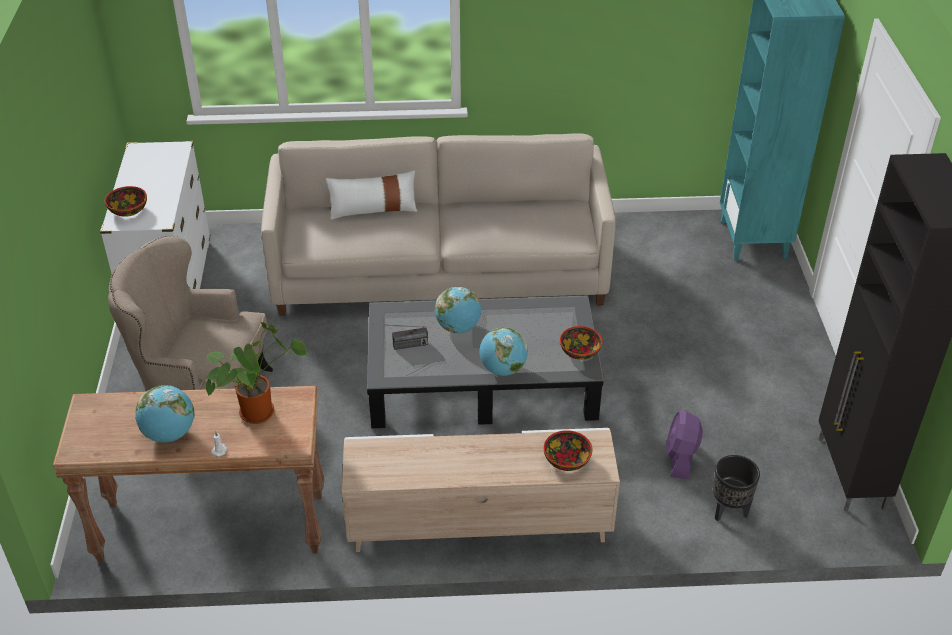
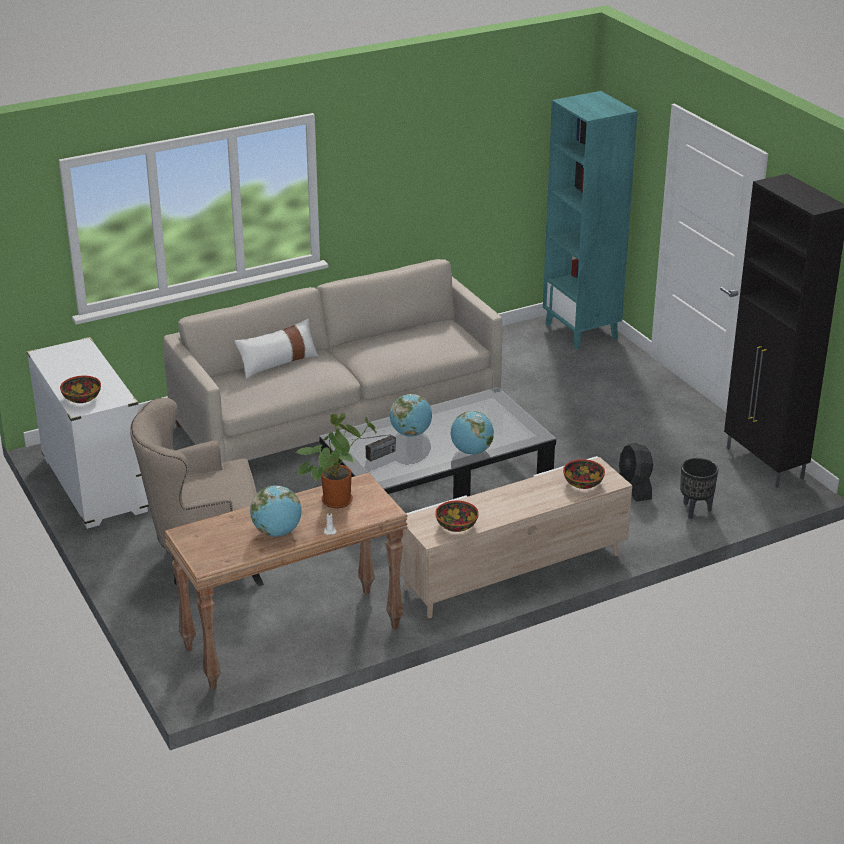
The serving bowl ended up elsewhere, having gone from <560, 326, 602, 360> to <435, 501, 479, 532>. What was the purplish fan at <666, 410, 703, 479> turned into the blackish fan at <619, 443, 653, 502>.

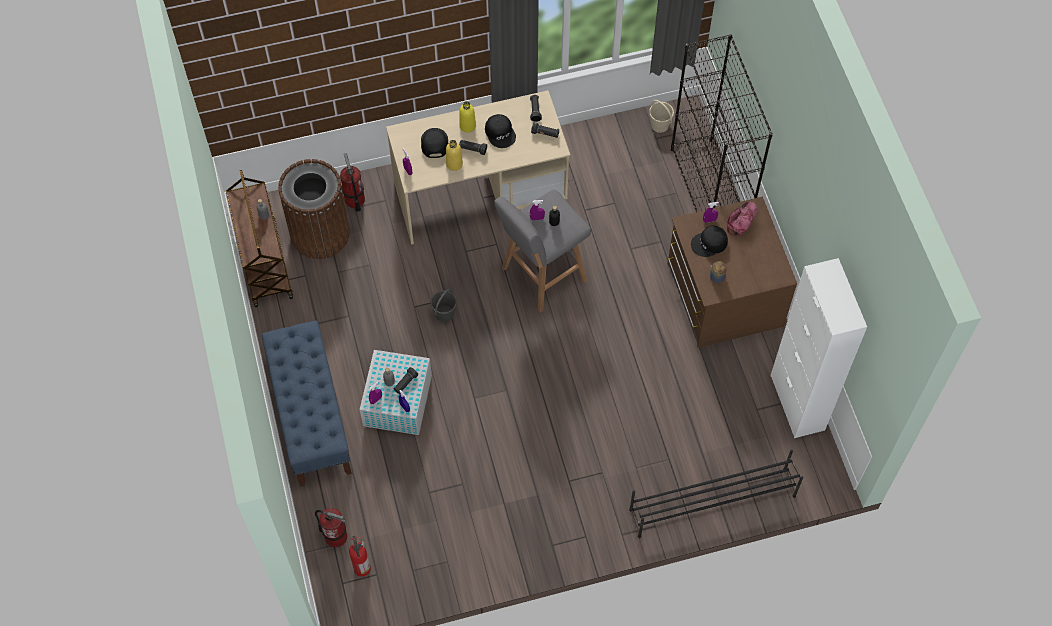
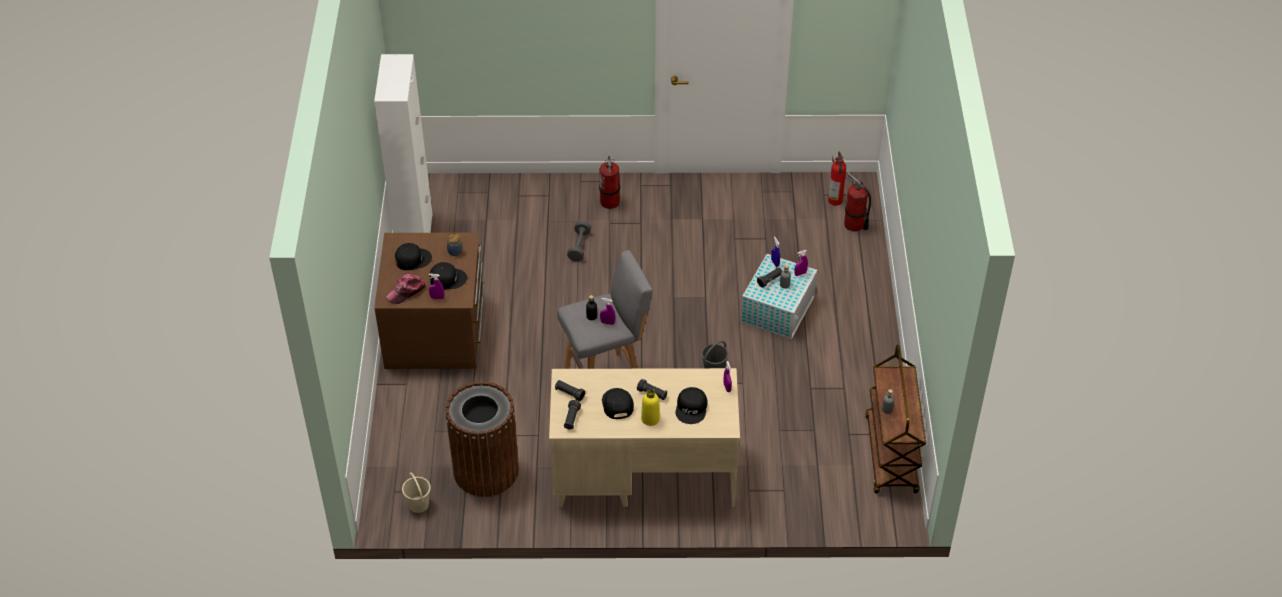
The second view gained the blackish baseball cap at <395, 243, 432, 270>. The brownish rubbish bin ended up elsewhere, having gone from <278, 159, 350, 259> to <445, 381, 519, 497>. The second view gained the grey dumbbell at <567, 221, 591, 261>. The fire-fighting cylinder ended up elsewhere, having gone from <340, 153, 365, 212> to <599, 156, 620, 209>. The second view lost the blue-coloured indoor bench at <262, 321, 352, 487>. The second view lost the yellow-coloured drink bottle at <446, 140, 463, 171>. The second view lost the blackish shoe rack at <629, 450, 803, 538>. The second view lost the blackish bookshelf at <671, 34, 773, 212>.

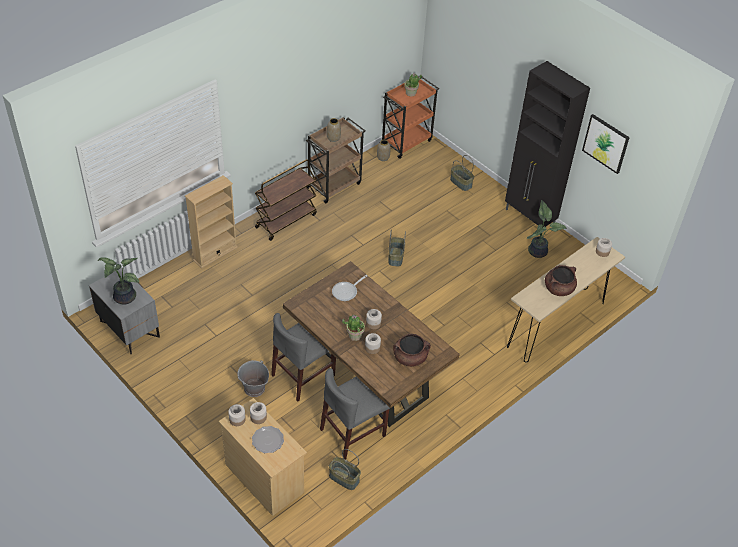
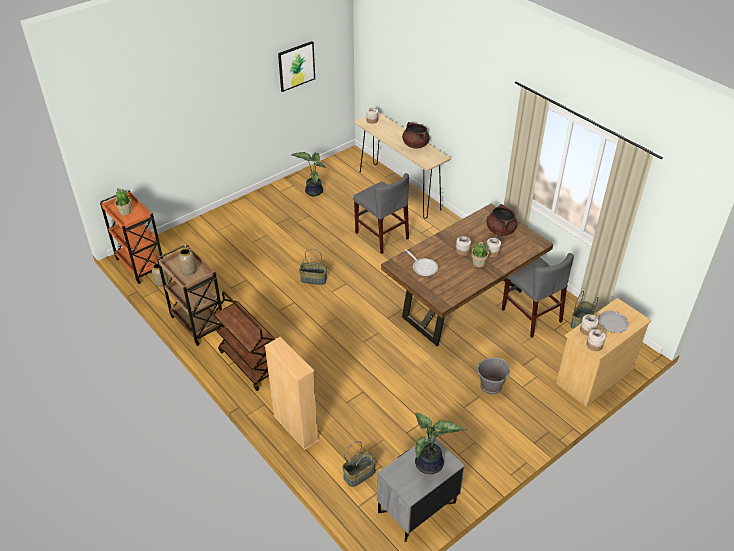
The household basket ended up elsewhere, having gone from <450, 155, 474, 191> to <342, 441, 376, 487>. The grey upright chair ended up elsewhere, having gone from <271, 313, 336, 401> to <353, 173, 409, 254>. The second view lost the blackish storage cabinet at <505, 61, 590, 227>.

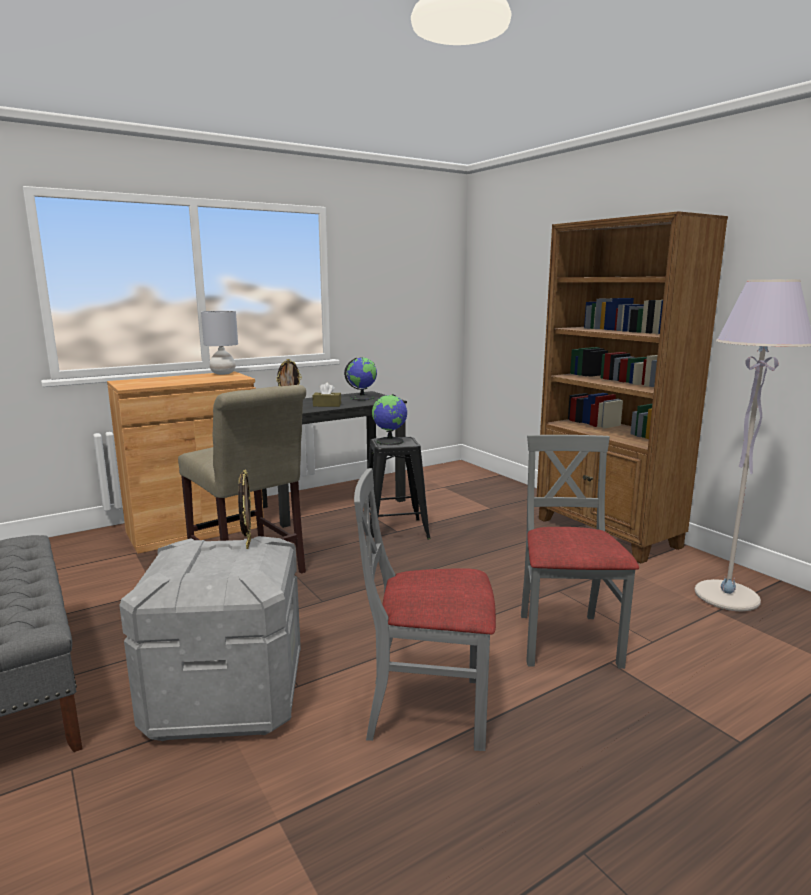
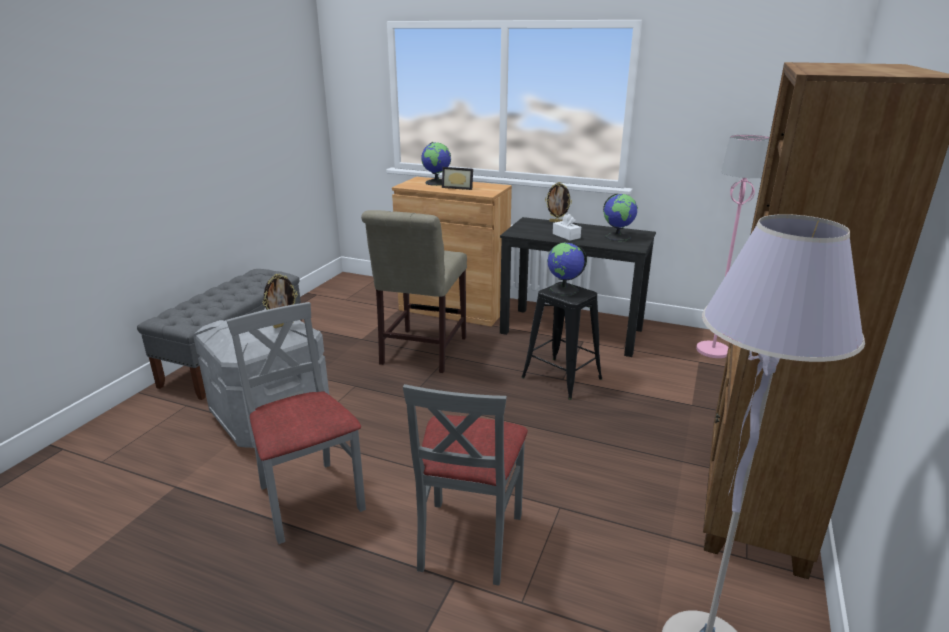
The grey upright chair at <521, 435, 639, 669> ended up facing another way, 135 degrees clockwise from before. The second view gained the world globe at <421, 142, 451, 186>. The second view gained the standing frame at <442, 167, 473, 190>. What was the brownish box of tissues at <313, 383, 341, 407> turned into the white box of tissues at <553, 214, 581, 241>. The second view gained the pink-coloured standing lamp at <696, 134, 770, 358>. The second view lost the grey tabletop lamp at <201, 311, 238, 375>.

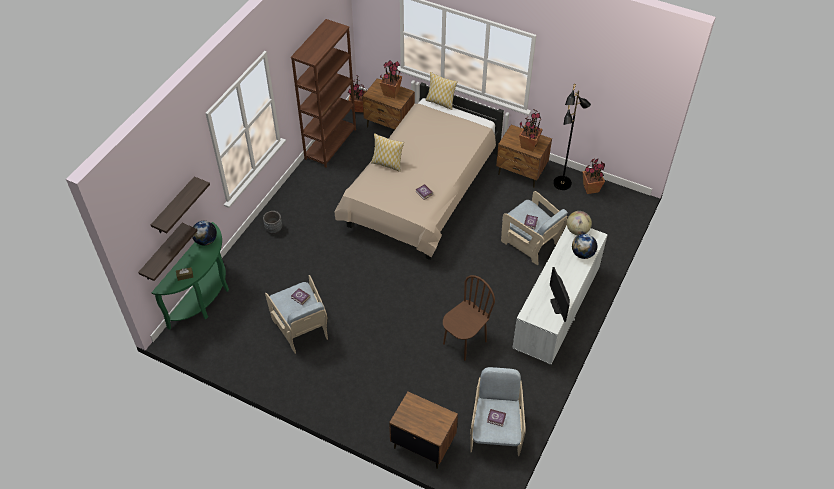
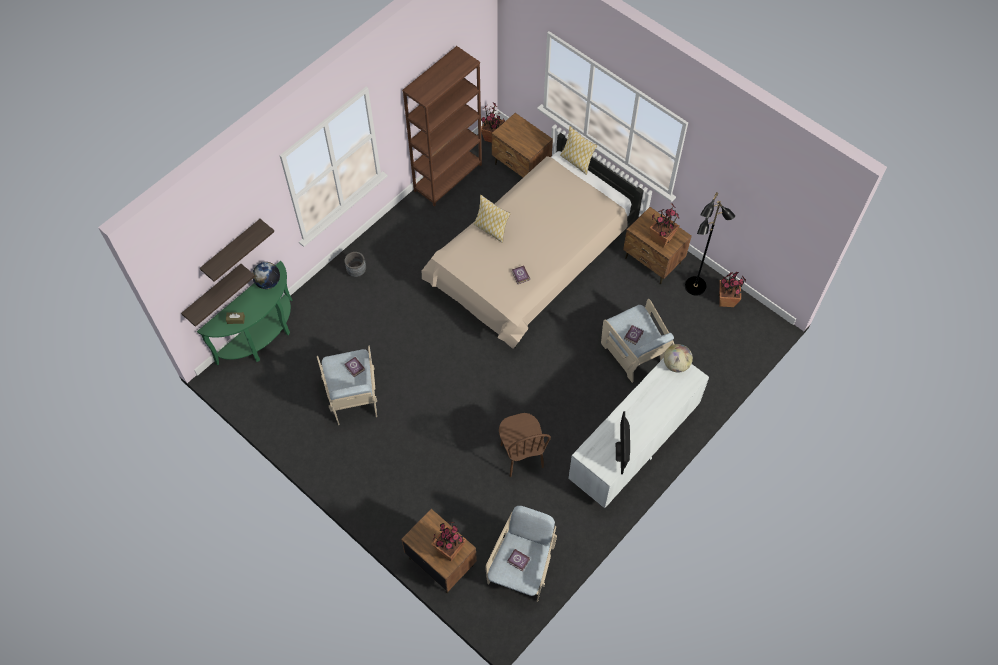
The houseplant ended up elsewhere, having gone from <380, 60, 402, 98> to <431, 522, 466, 561>. The brownish upright chair at <443, 275, 495, 361> ended up facing another way, 105 degrees clockwise from before. The second view lost the world globe at <572, 234, 597, 259>.

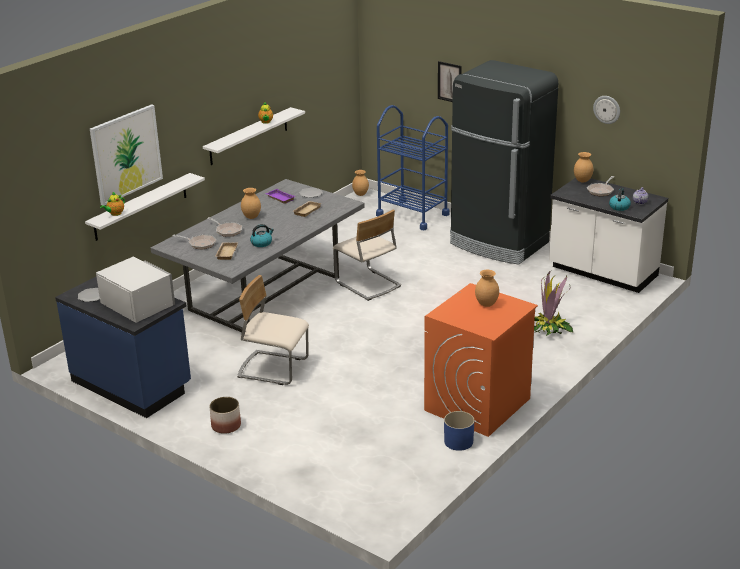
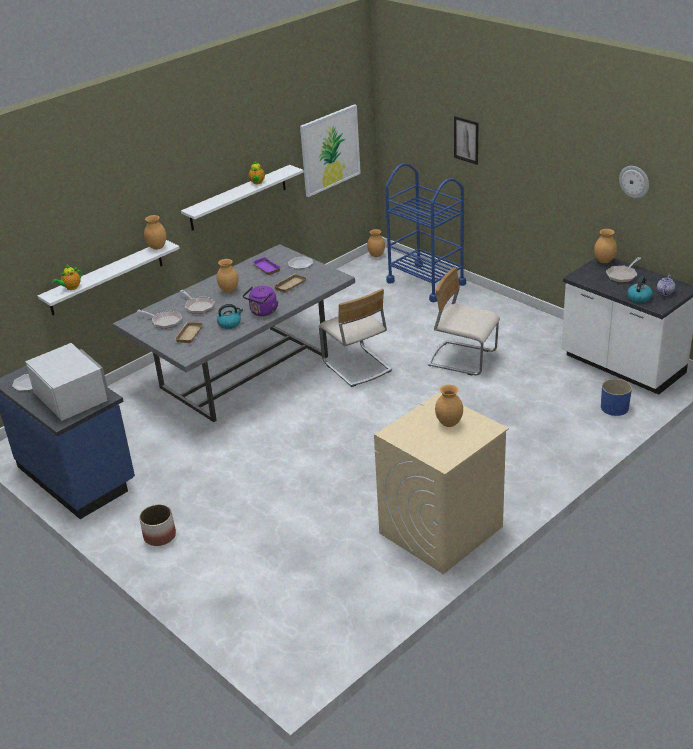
The second view gained the brownish vase at <144, 215, 167, 250>. The second view gained the purplish tea kettle at <243, 286, 278, 316>. The wall art ended up elsewhere, having gone from <90, 104, 163, 205> to <300, 104, 361, 197>. What was the orangey washing machine at <424, 283, 538, 437> turned into the beige washing machine at <374, 393, 509, 574>. The beige upright chair ended up elsewhere, having gone from <237, 275, 309, 385> to <428, 267, 500, 376>. The blue-coloured plant pot ended up elsewhere, having gone from <444, 411, 474, 451> to <601, 379, 632, 416>. The second view lost the blackish fridge at <450, 60, 558, 265>. The second view lost the houseplant at <534, 271, 574, 336>.

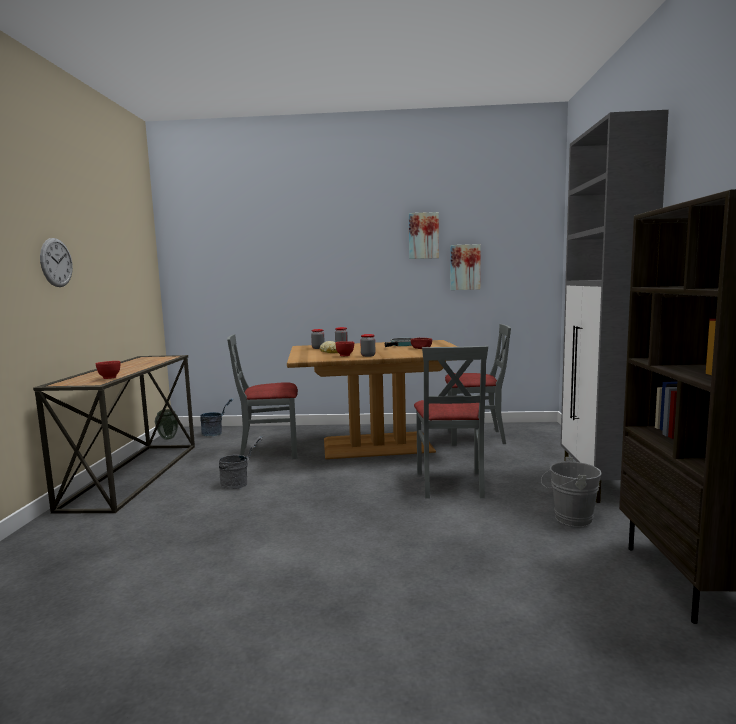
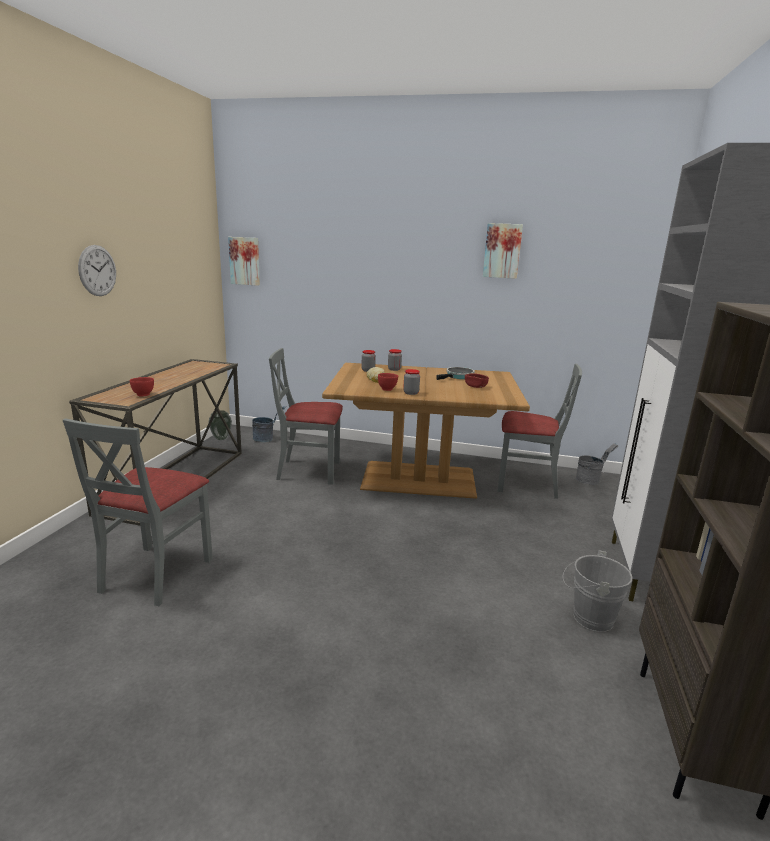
The grey upright chair ended up elsewhere, having gone from <414, 346, 488, 499> to <63, 418, 213, 606>. The wall art ended up elsewhere, having gone from <450, 244, 481, 290> to <228, 237, 260, 286>. The grey pail ended up elsewhere, having gone from <219, 436, 263, 489> to <576, 443, 619, 485>.

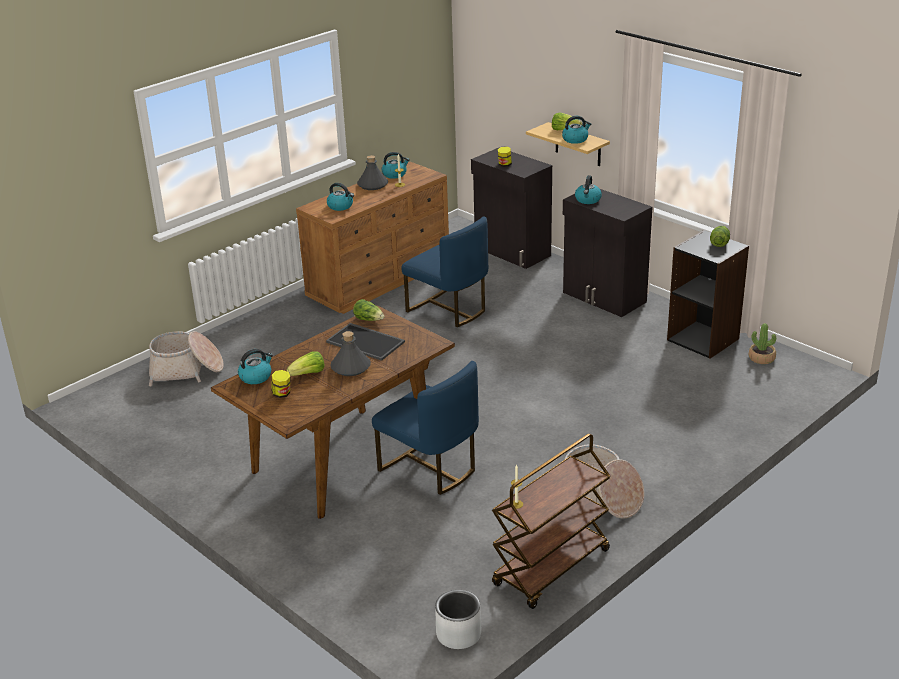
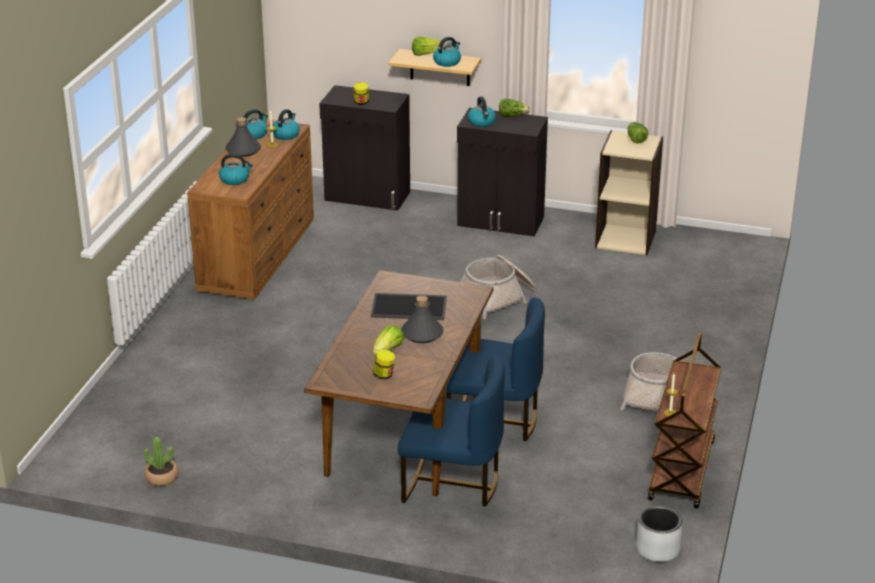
The houseplant ended up elsewhere, having gone from <749, 323, 776, 364> to <143, 437, 178, 486>. The tea kettle ended up elsewhere, having gone from <238, 349, 273, 384> to <273, 109, 300, 140>. The blue-coloured upright chair ended up elsewhere, having gone from <402, 216, 488, 327> to <398, 355, 505, 507>. The household basket ended up elsewhere, having gone from <149, 331, 224, 386> to <460, 255, 537, 319>. The lettuce head ended up elsewhere, having gone from <353, 299, 384, 321> to <499, 99, 530, 117>. What was the blackish bookshelf at <667, 230, 749, 359> turned into the beige bookshelf at <595, 130, 663, 255>.

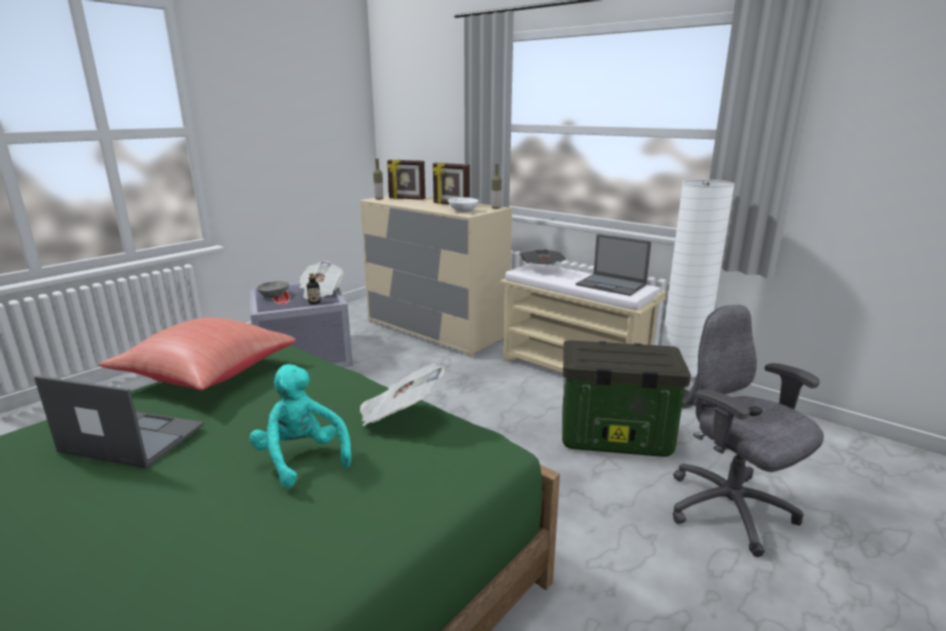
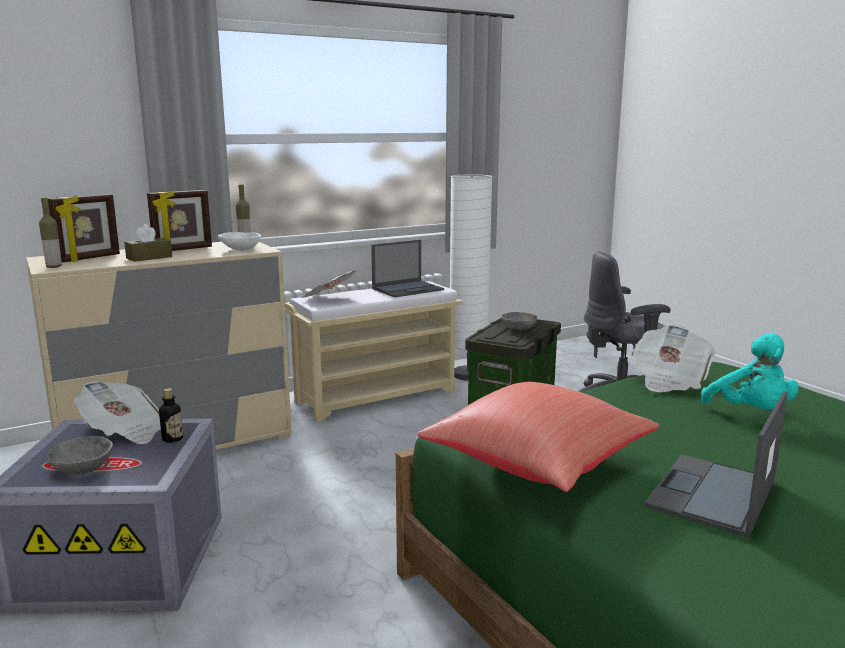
The second view gained the brownish box of tissues at <124, 224, 172, 262>. The second view gained the grey serving bowl at <501, 312, 538, 330>. The turquoise cuddly toy at <250, 364, 352, 488> ended up facing another way, 90 degrees counterclockwise from before.

